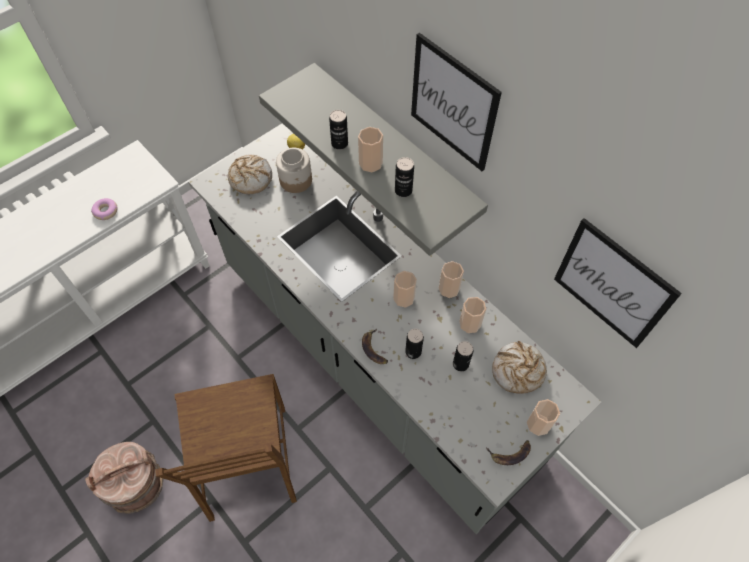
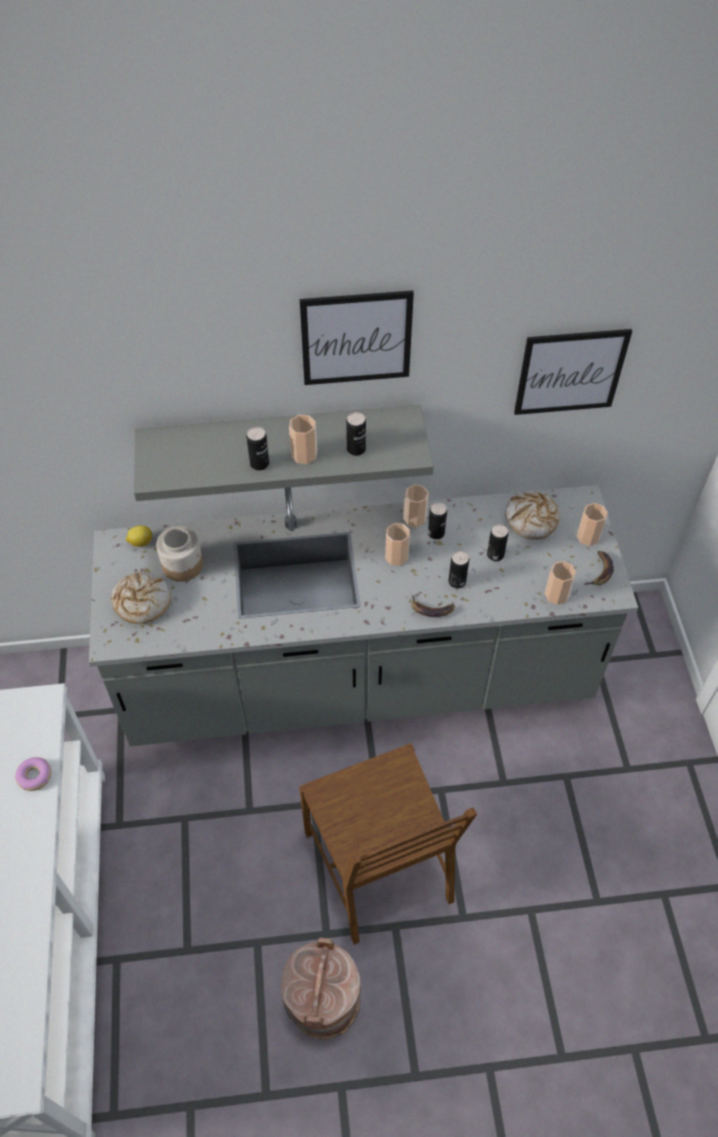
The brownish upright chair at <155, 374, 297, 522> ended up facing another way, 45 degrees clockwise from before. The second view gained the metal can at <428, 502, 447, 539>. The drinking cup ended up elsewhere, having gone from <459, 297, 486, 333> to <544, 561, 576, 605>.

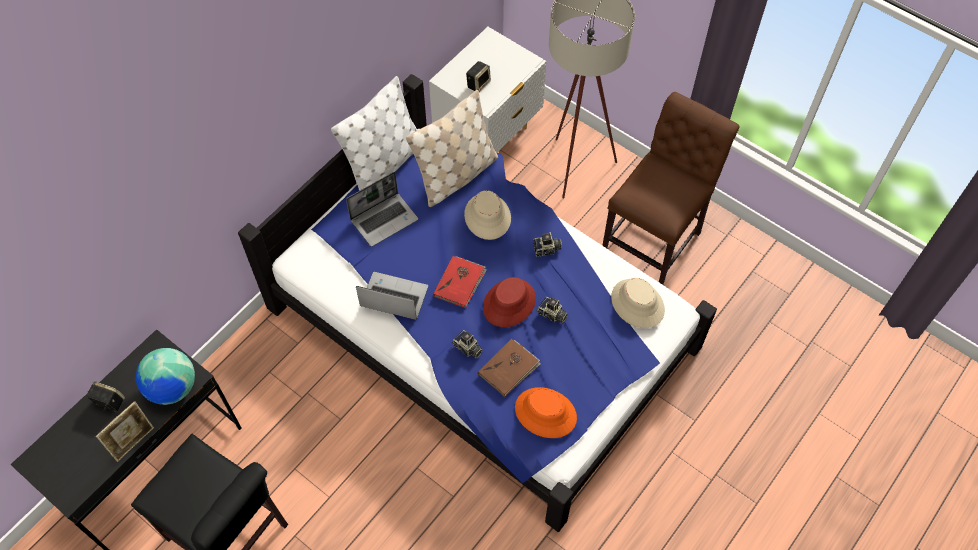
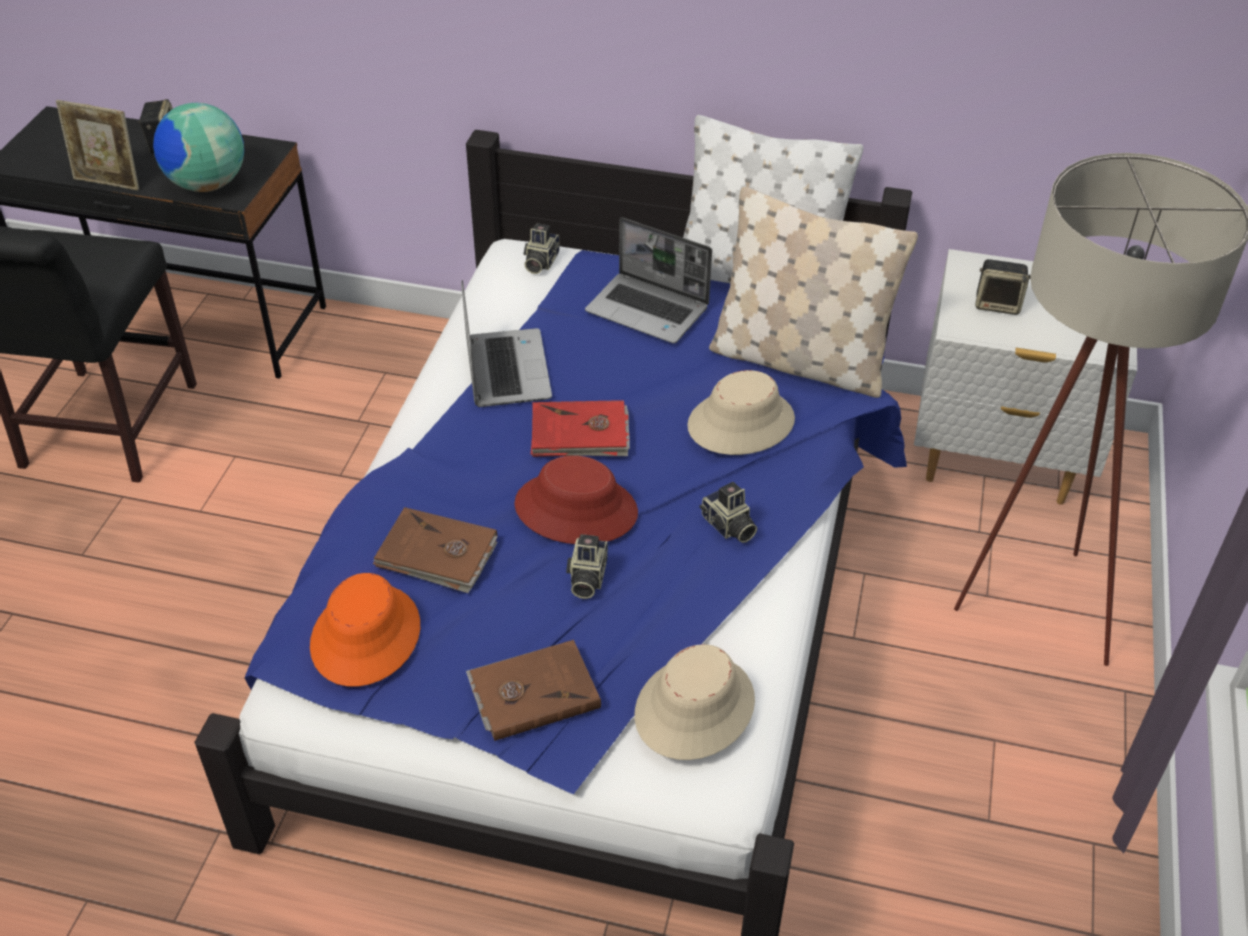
The second view gained the brownish bound book at <466, 640, 601, 741>. The photo camera ended up elsewhere, having gone from <452, 330, 483, 358> to <523, 223, 559, 274>. The second view lost the brownish upright chair at <602, 92, 739, 285>.

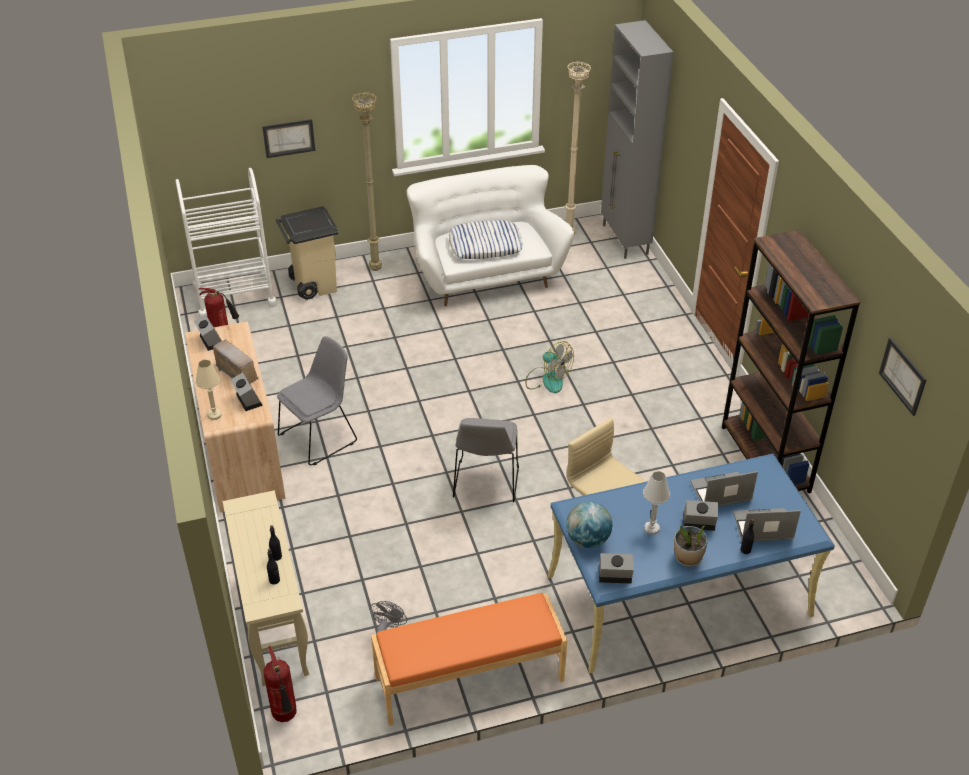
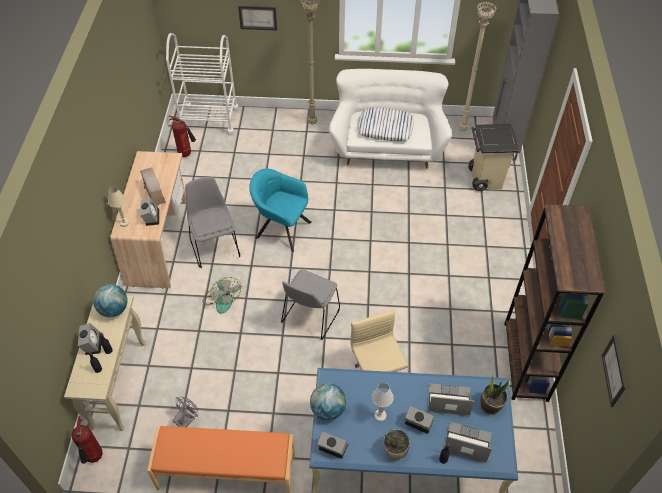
The alarm clock ended up elsewhere, having gone from <194, 314, 222, 351> to <78, 323, 101, 355>. The second view gained the world globe at <93, 284, 128, 317>. The grey upright chair at <277, 336, 357, 465> ended up facing another way, 90 degrees counterclockwise from before. The fan ended up elsewhere, having gone from <525, 341, 574, 393> to <203, 277, 241, 314>. The second view gained the turquoise easy chair at <249, 169, 312, 252>. The beige rubbish bin ended up elsewhere, having gone from <276, 206, 338, 300> to <468, 124, 518, 191>. The second view gained the houseplant at <480, 374, 510, 415>.

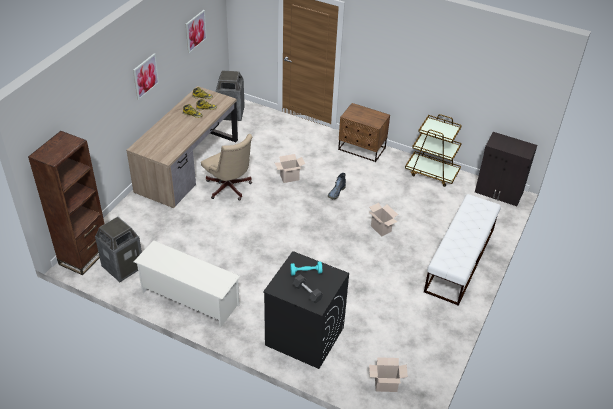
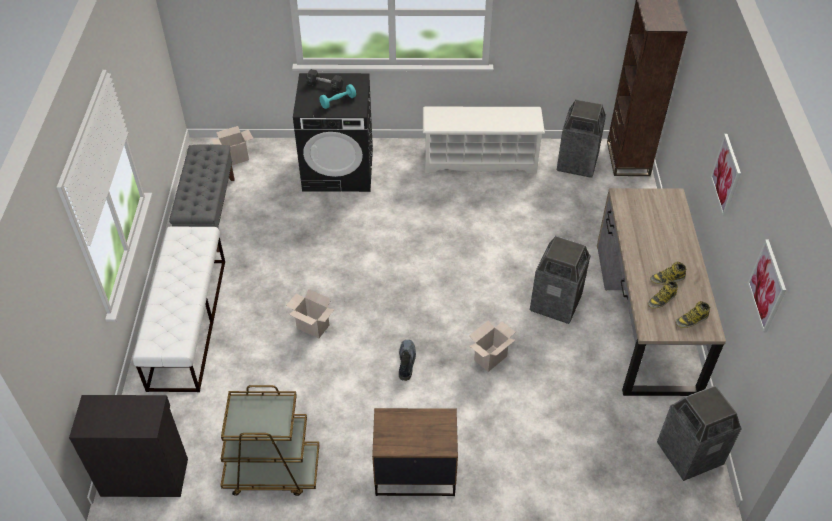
The second view gained the grey indoor bench at <169, 144, 235, 252>. Where the beige desk chair stood at <201, 134, 252, 201>, the rubbish bin came to stand at <530, 236, 591, 324>.

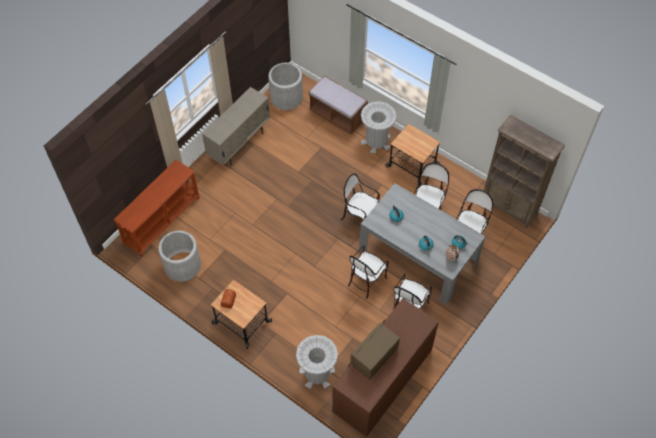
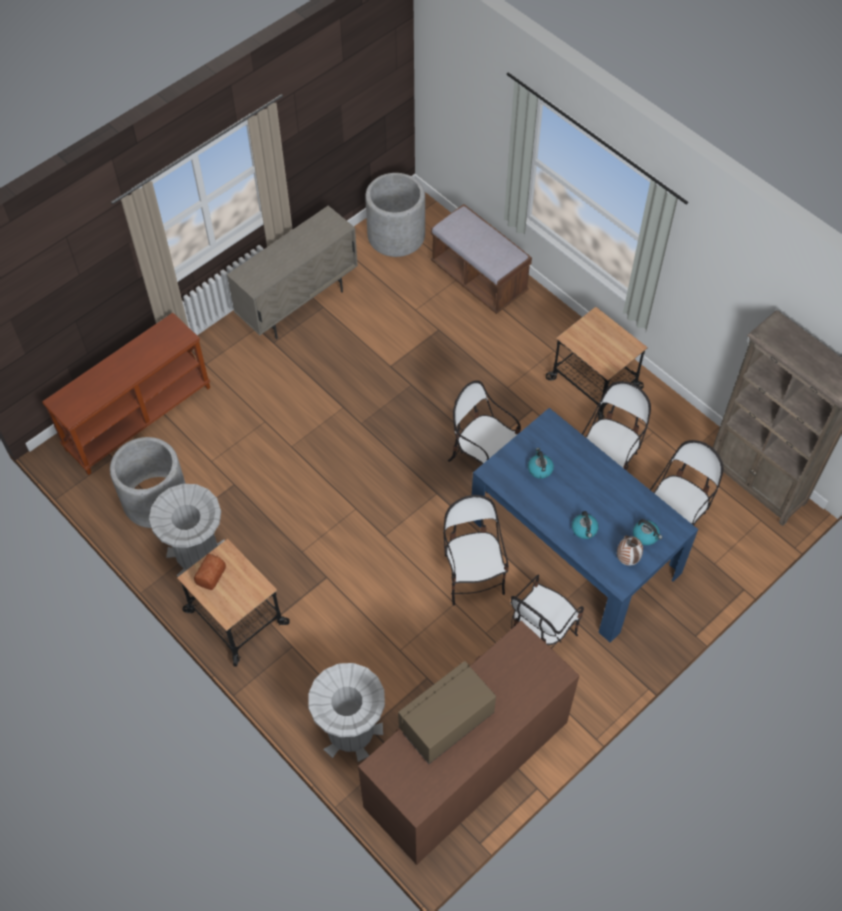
The grey rubbish bin ended up elsewhere, having gone from <361, 101, 396, 154> to <149, 484, 225, 576>. The upright chair at <348, 246, 389, 299> ended up facing another way, 120 degrees clockwise from before. What was the grey dinner table at <359, 183, 486, 305> turned into the blue-coloured dinner table at <472, 408, 698, 643>.

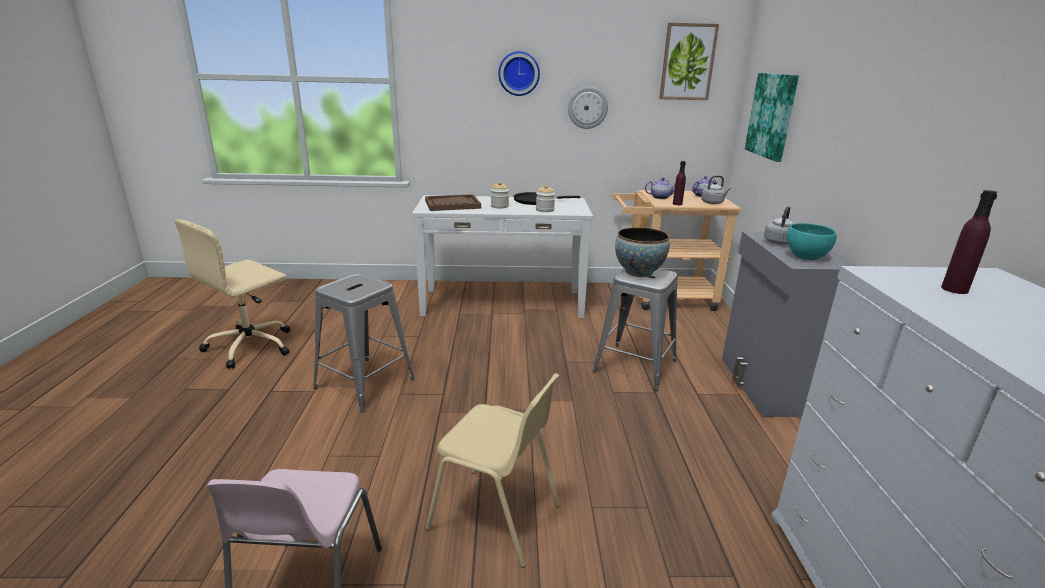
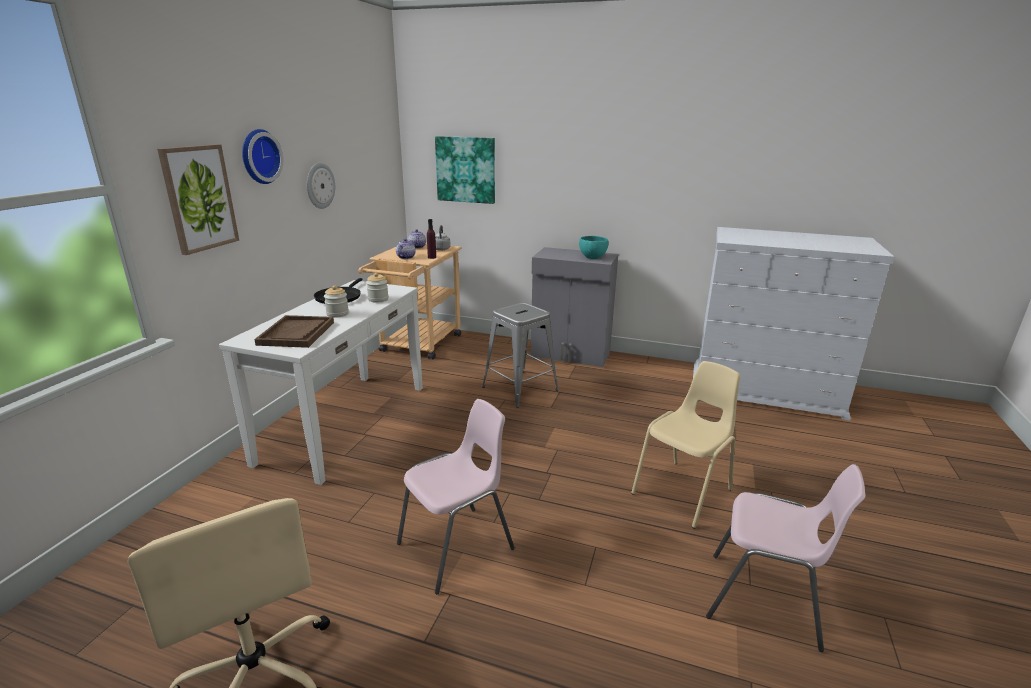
The wall art ended up elsewhere, having gone from <659, 23, 719, 100> to <157, 144, 239, 255>. Where the grey stool seat stood at <313, 273, 415, 412>, the pink-coloured upright chair came to stand at <397, 399, 515, 594>. The second view lost the serving bowl at <615, 227, 669, 277>. The second view lost the grey tea kettle at <764, 206, 794, 245>. The second view lost the purplish drink bottle at <941, 190, 997, 294>.

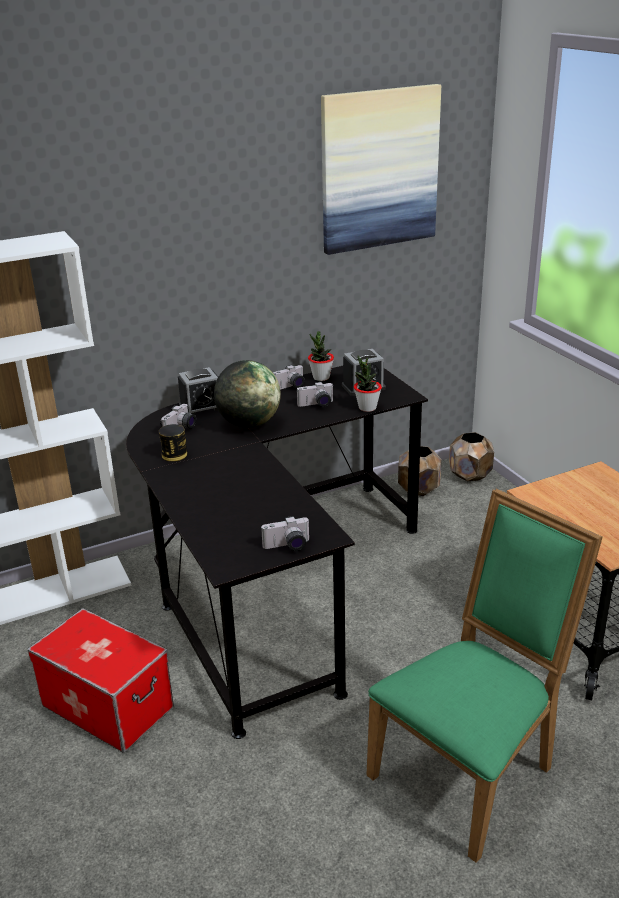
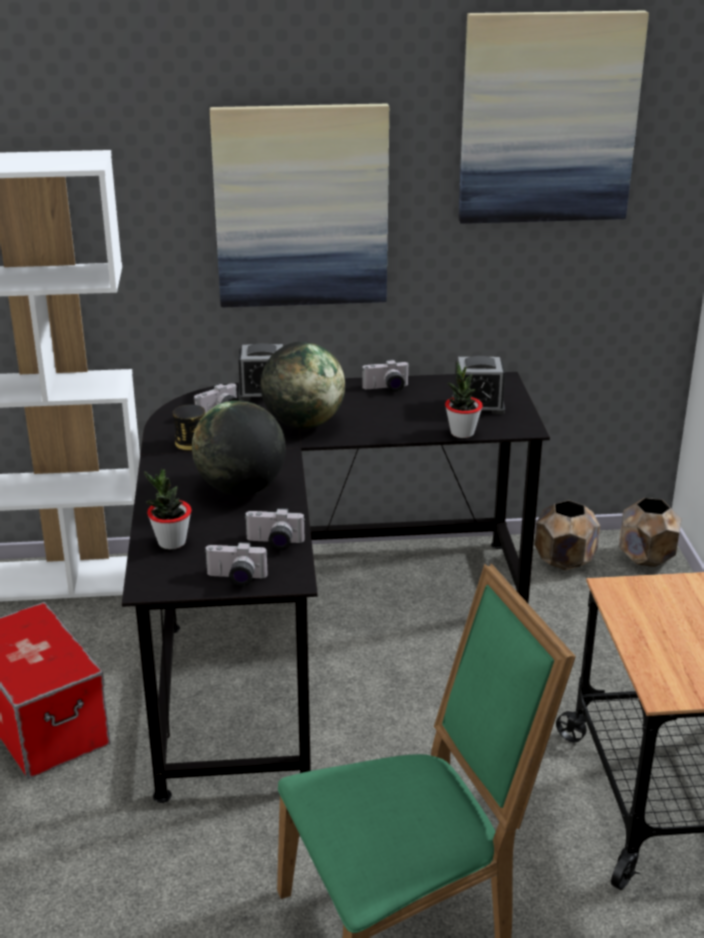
The houseplant ended up elsewhere, having gone from <308, 331, 334, 381> to <144, 469, 192, 550>. The second view gained the world globe at <192, 400, 286, 495>. The second view gained the wall art at <210, 104, 389, 307>. The photo camera ended up elsewhere, having gone from <297, 382, 334, 407> to <244, 508, 305, 550>.

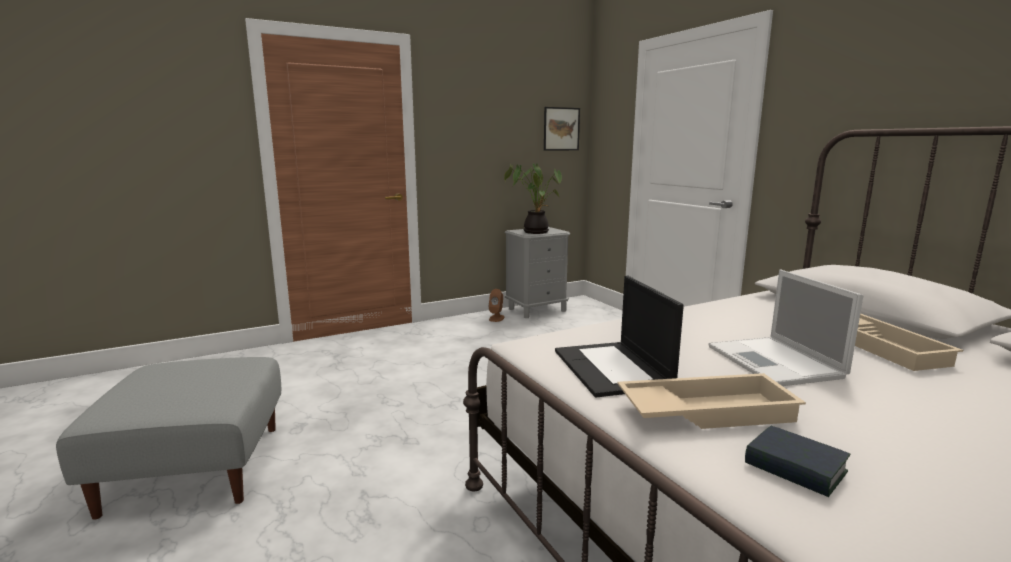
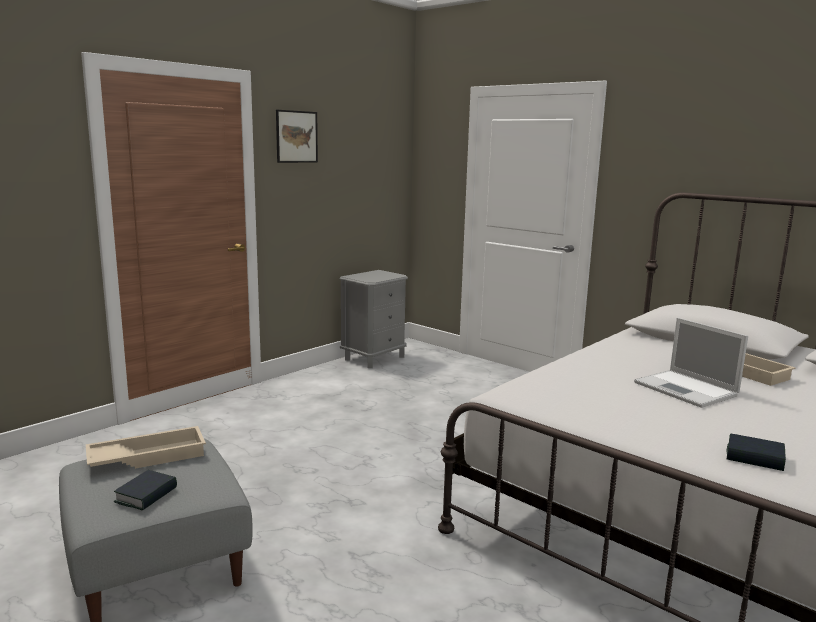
The beige tray ended up elsewhere, having gone from <617, 373, 806, 429> to <86, 426, 206, 469>. The second view gained the bound book at <114, 470, 177, 511>. The wall art ended up elsewhere, having gone from <544, 107, 580, 151> to <276, 110, 318, 163>. The second view lost the brownish loudspeaker at <489, 289, 505, 322>. The second view lost the houseplant at <504, 163, 562, 234>. The second view lost the laptop at <555, 276, 684, 397>.

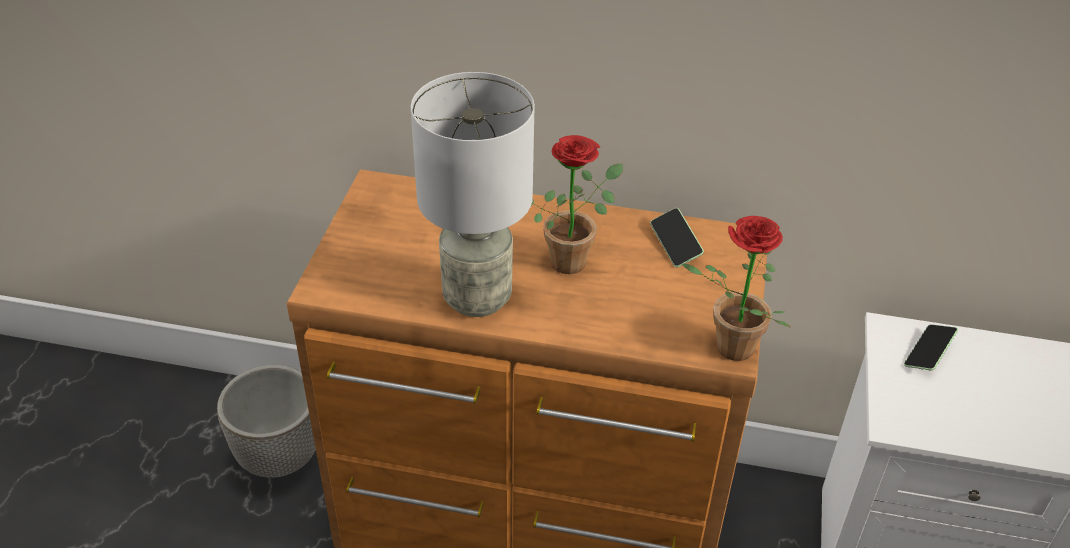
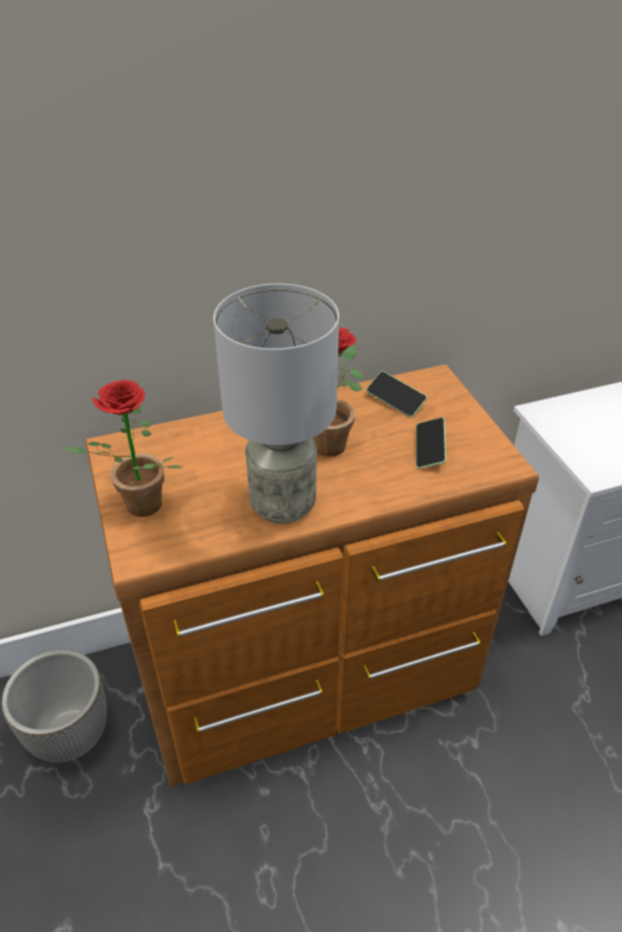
The houseplant ended up elsewhere, having gone from <681, 216, 791, 361> to <64, 380, 182, 517>. The handset ended up elsewhere, having gone from <904, 325, 958, 370> to <416, 417, 446, 469>.

